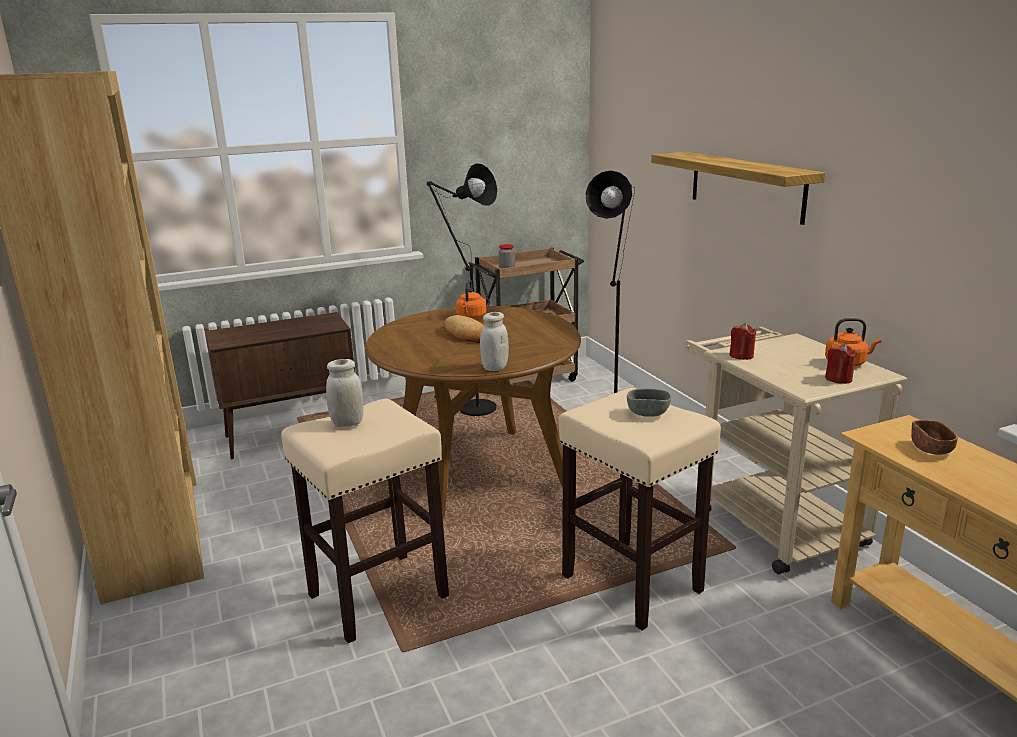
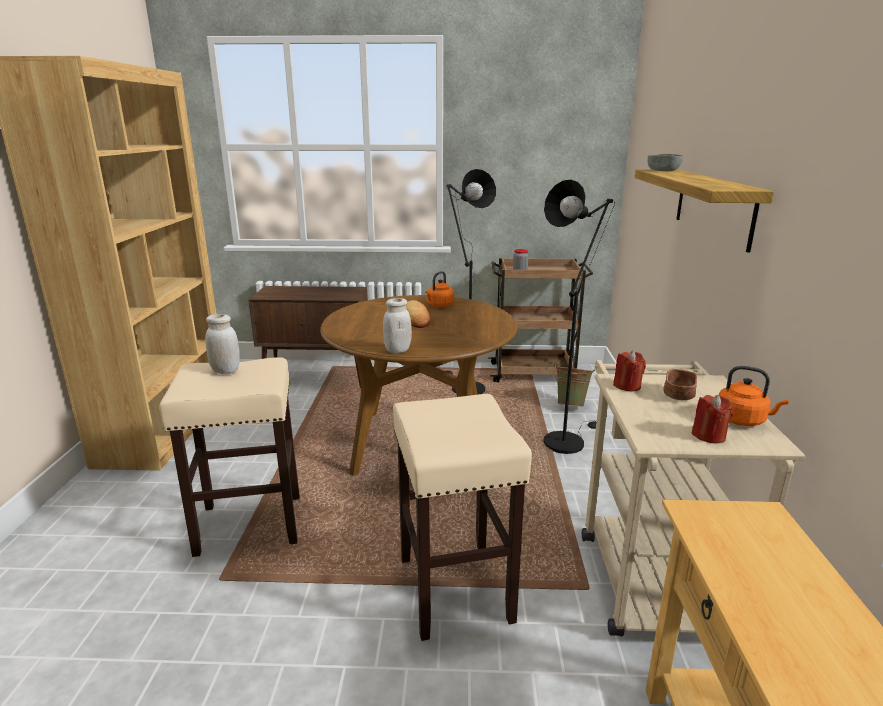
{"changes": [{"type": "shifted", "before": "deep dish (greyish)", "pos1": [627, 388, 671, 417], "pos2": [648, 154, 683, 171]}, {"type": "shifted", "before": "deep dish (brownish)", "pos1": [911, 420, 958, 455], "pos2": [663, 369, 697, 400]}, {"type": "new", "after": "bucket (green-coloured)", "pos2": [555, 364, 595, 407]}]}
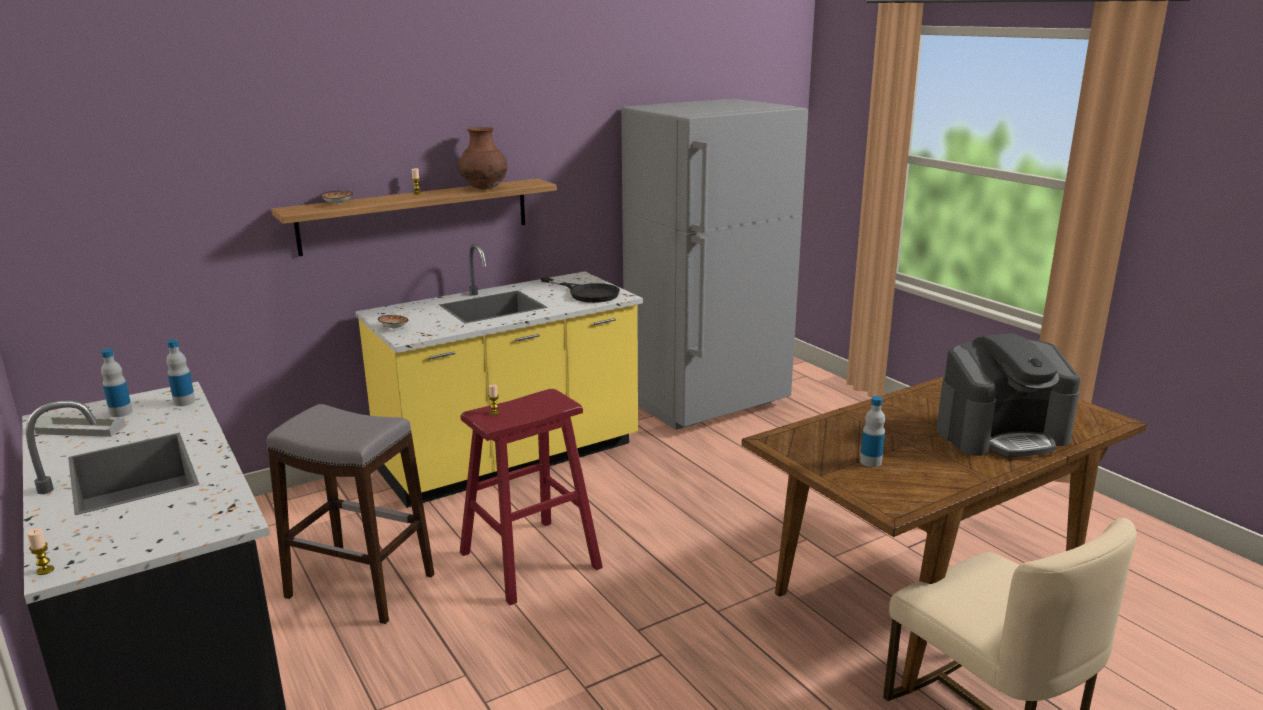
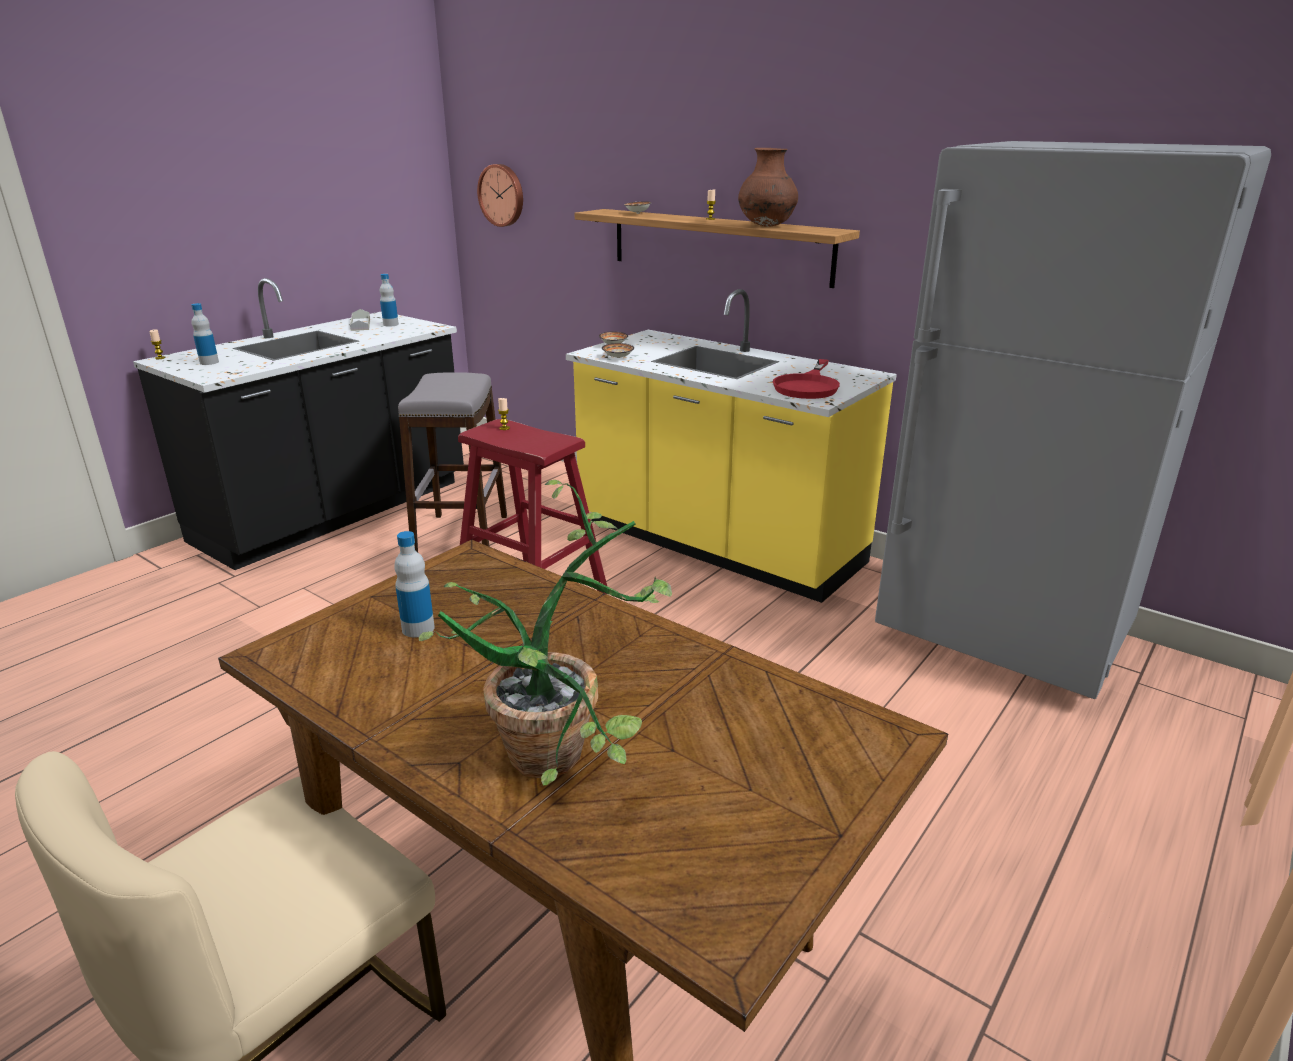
{"changes": [{"type": "repainted", "before": "skillet (black)", "after": "skillet (reddish)", "pos1": [541, 277, 620, 303], "pos2": [773, 359, 840, 399]}, {"type": "swapped", "before": "coffee maker", "after": "potted plant", "pos1": [936, 333, 1080, 458], "pos2": [419, 480, 672, 785]}, {"type": "shifted", "before": "bottle", "pos1": [166, 339, 195, 406], "pos2": [191, 303, 219, 365]}, {"type": "new", "after": "wall clock", "pos2": [477, 164, 523, 227]}, {"type": "new", "after": "deep dish", "pos2": [602, 343, 634, 358]}]}
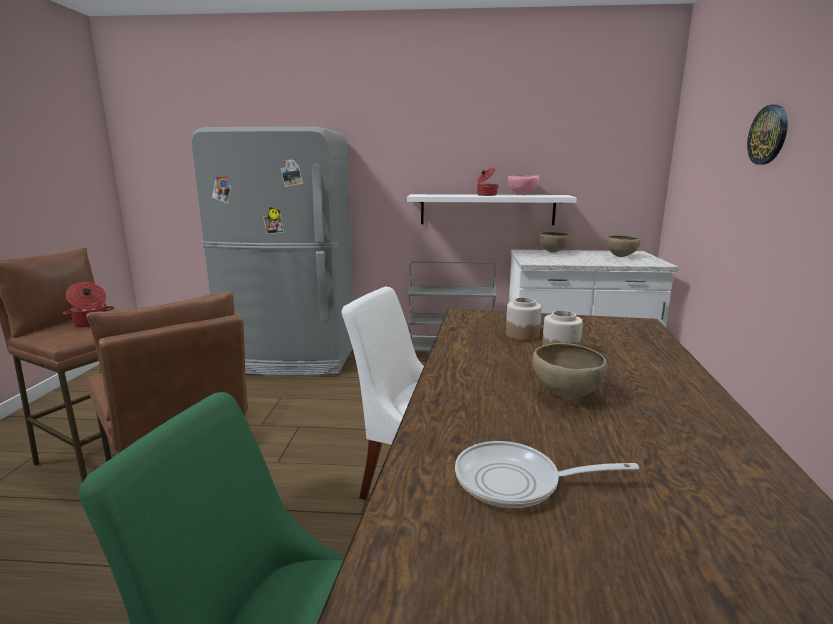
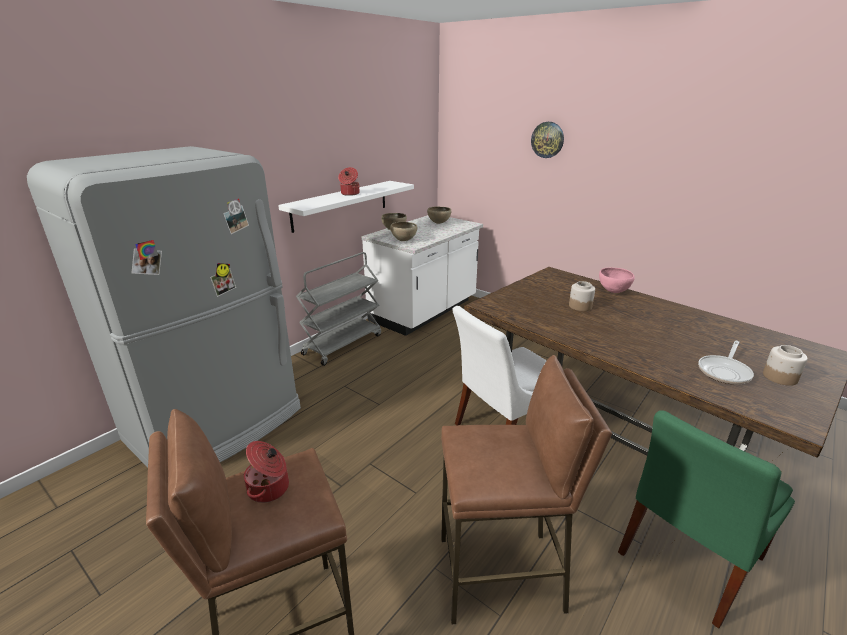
{"changes": [{"type": "shifted", "before": "deep dish (pink-coloured)", "pos1": [508, 175, 540, 195], "pos2": [599, 268, 635, 293]}, {"type": "shifted", "before": "jar", "pos1": [506, 298, 542, 341], "pos2": [763, 345, 808, 386]}, {"type": "shifted", "before": "deep dish (brownish)", "pos1": [532, 343, 608, 398], "pos2": [390, 222, 417, 241]}]}
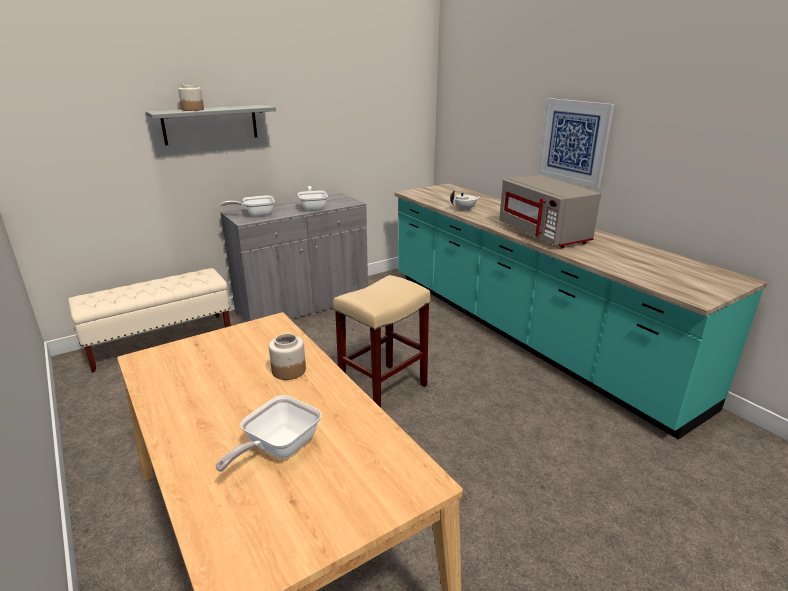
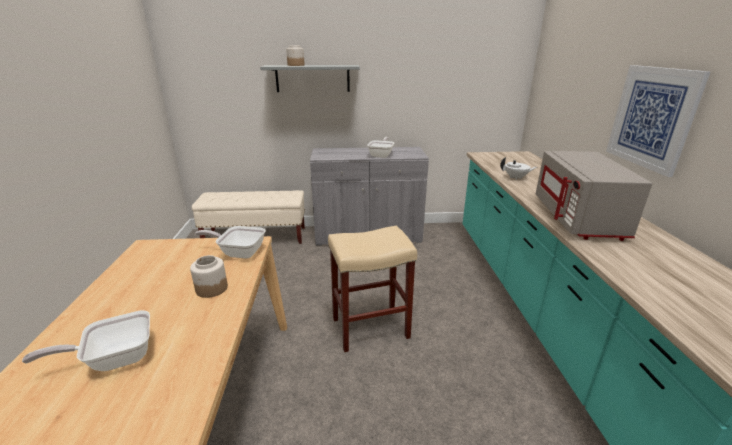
{"changes": [{"type": "shifted", "before": "skillet", "pos1": [221, 195, 275, 217], "pos2": [195, 226, 266, 259]}]}
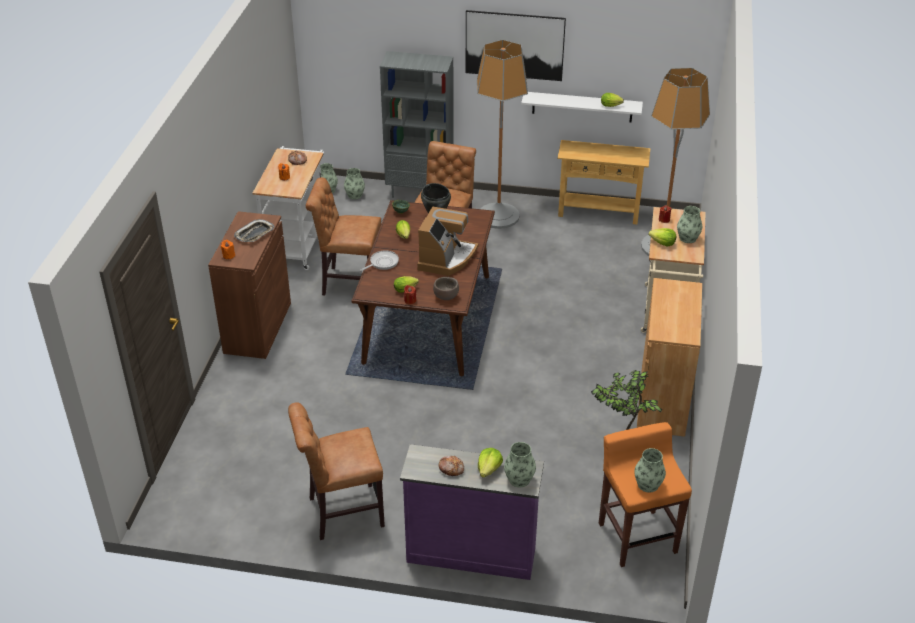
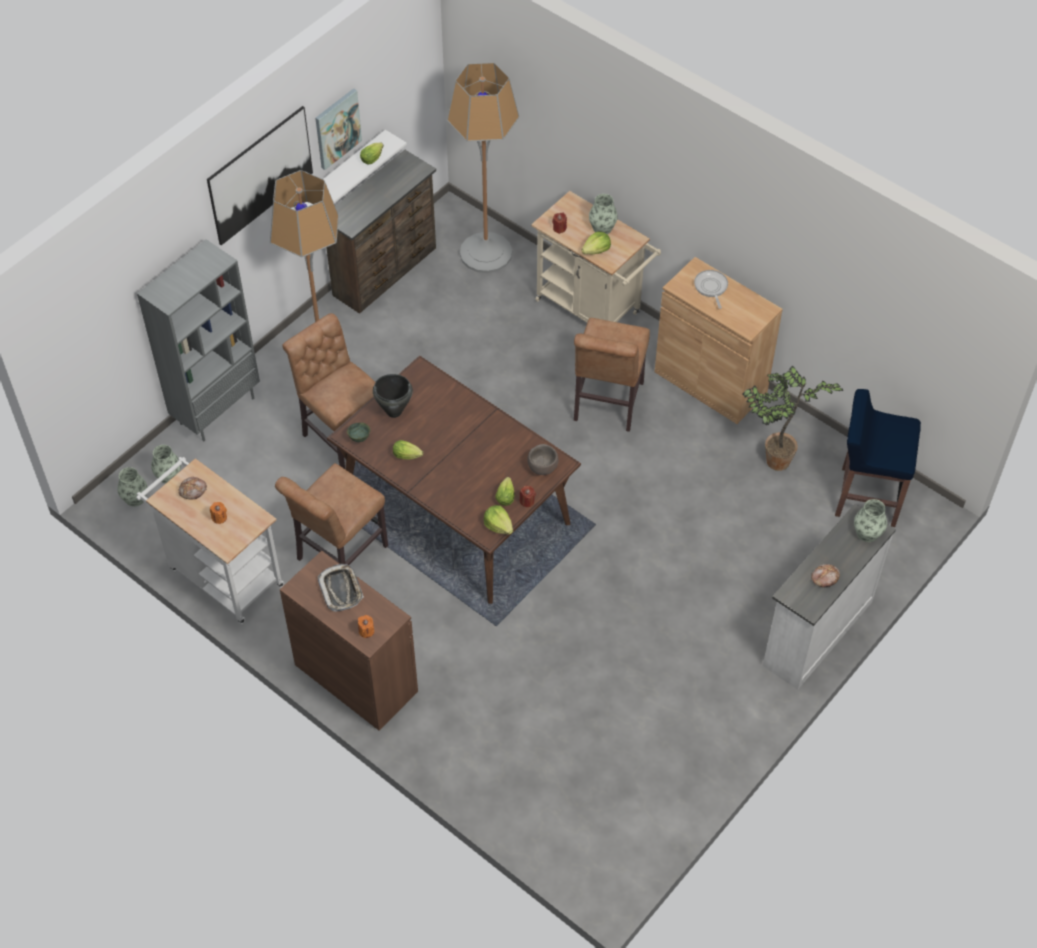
{"changes": [{"type": "swapped", "before": "narrow table (sand-coloured)", "after": "dresser (brownish)", "pos1": [557, 140, 651, 224], "pos2": [326, 150, 436, 314]}, {"type": "gone", "before": "coffee maker", "pos1": [417, 207, 479, 276]}, {"type": "shifted", "before": "skillet", "pos1": [360, 250, 399, 271], "pos2": [694, 270, 728, 309]}, {"type": "shifted", "before": "upright chair (brownish)", "pos1": [288, 402, 385, 540], "pos2": [574, 318, 650, 432]}, {"type": "repainted", "before": "stool seat (orangey)", "after": "stool seat (blue-coloured)", "pos1": [599, 422, 692, 567], "pos2": [835, 389, 921, 527]}, {"type": "repainted", "before": "dresser (purple)", "after": "dresser (whitish)", "pos1": [400, 444, 544, 580], "pos2": [763, 504, 896, 690]}, {"type": "shifted", "before": "lettuce", "pos1": [478, 448, 503, 478], "pos2": [484, 505, 513, 535]}, {"type": "gone", "before": "decorative vase", "pos1": [634, 448, 666, 493]}, {"type": "new", "after": "wall art", "pos2": [315, 88, 362, 170]}]}
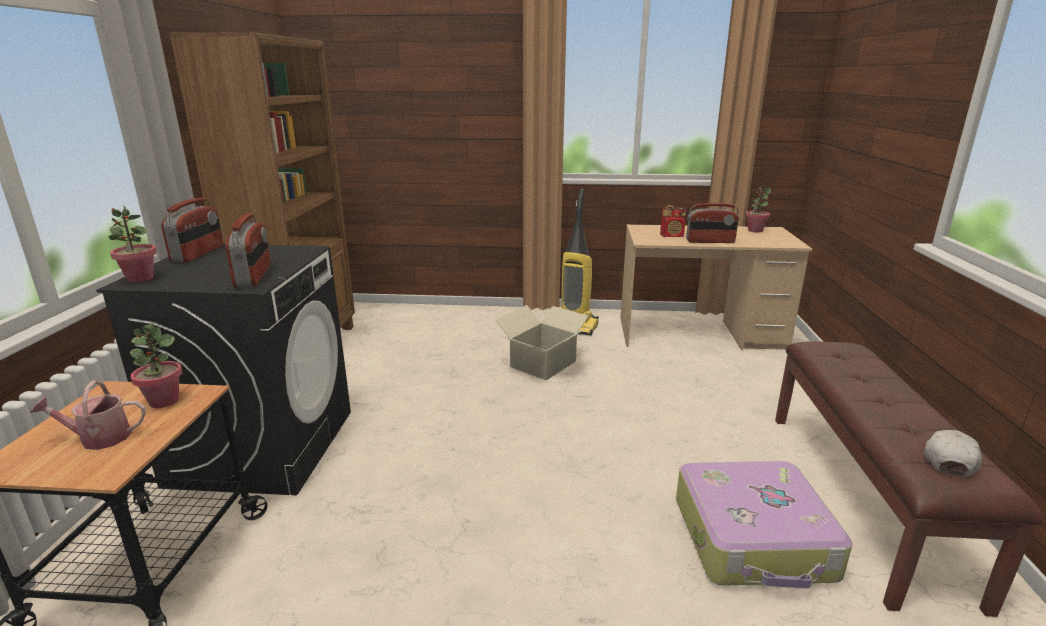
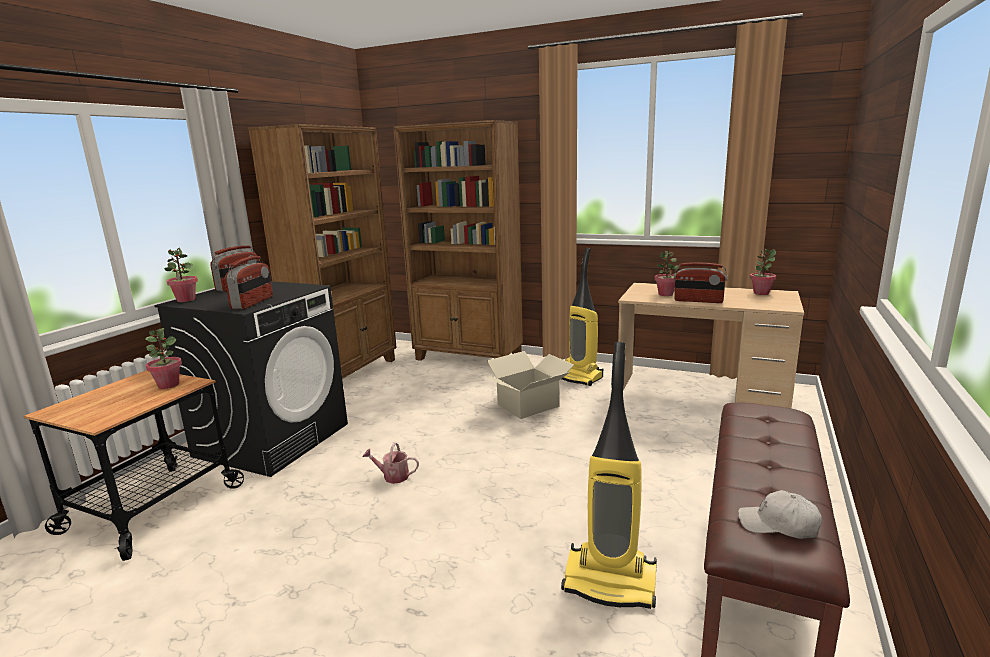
{"changes": [{"type": "swapped", "before": "radio receiver", "after": "potted plant", "pos1": [660, 206, 687, 237], "pos2": [655, 251, 679, 296]}, {"type": "shifted", "before": "watering can", "pos1": [30, 380, 146, 450], "pos2": [362, 443, 419, 484]}, {"type": "rotated", "before": "cap (whitish)", "pos1": [924, 430, 982, 477], "pos2": [738, 490, 822, 539], "turn": -120}, {"type": "swapped", "before": "piece of luggage", "after": "vacuum", "pos1": [676, 461, 853, 588], "pos2": [561, 342, 657, 609]}, {"type": "new", "after": "shelving unit (brownish)", "pos2": [393, 120, 523, 361]}]}
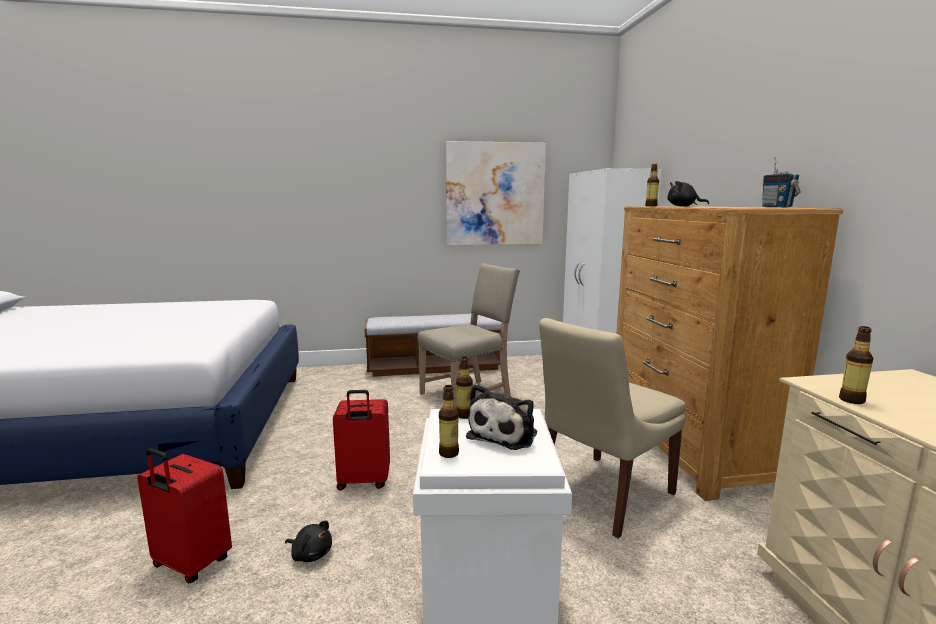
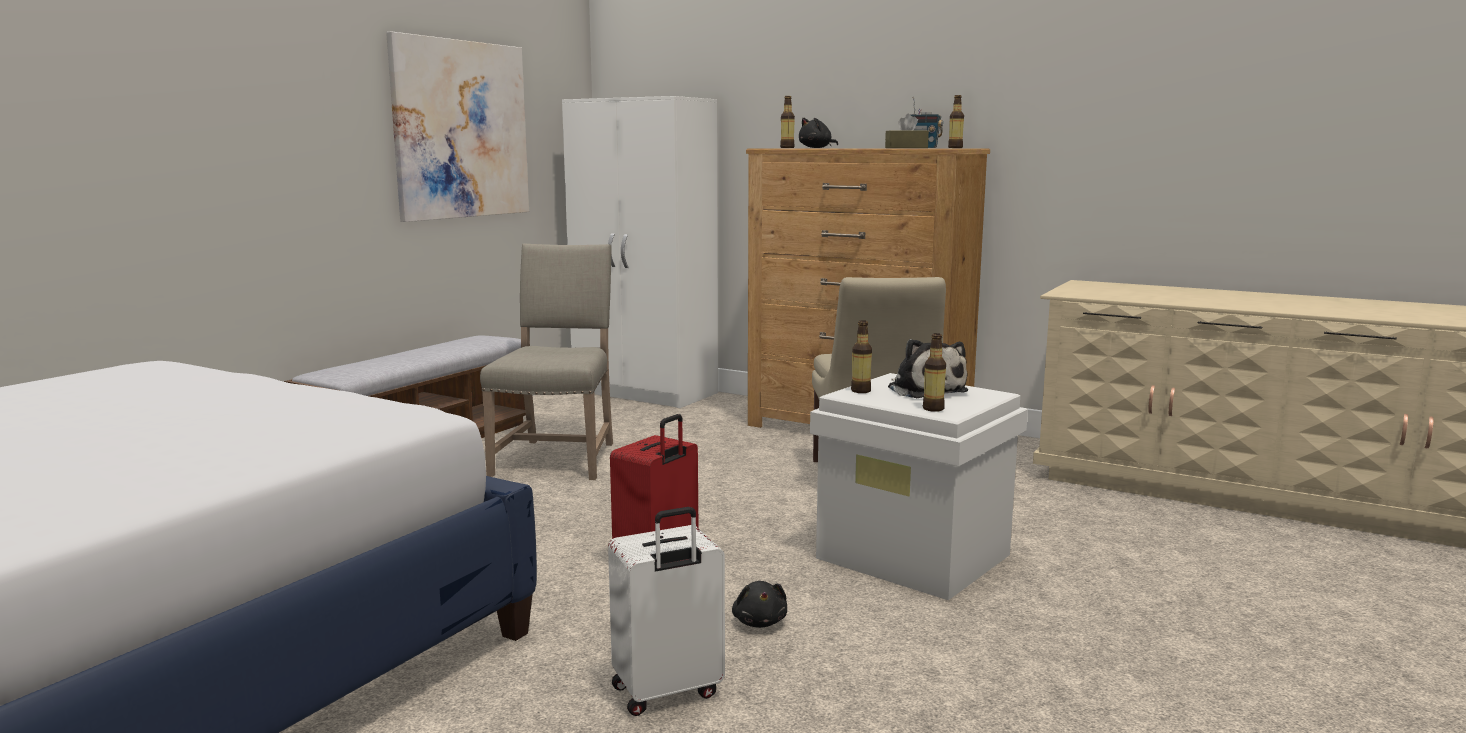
{"changes": [{"type": "shifted", "before": "bottle", "pos1": [839, 326, 873, 404], "pos2": [948, 95, 964, 148]}, {"type": "repainted", "before": "piece of luggage (reddish)", "after": "piece of luggage (whitish)", "pos1": [137, 448, 232, 584], "pos2": [608, 507, 725, 716]}, {"type": "rotated", "before": "cuddly toy (black)", "pos1": [285, 520, 332, 562], "pos2": [732, 581, 787, 628], "turn": 105}, {"type": "new", "after": "tissue box (brownish)", "pos2": [885, 114, 929, 148]}]}
